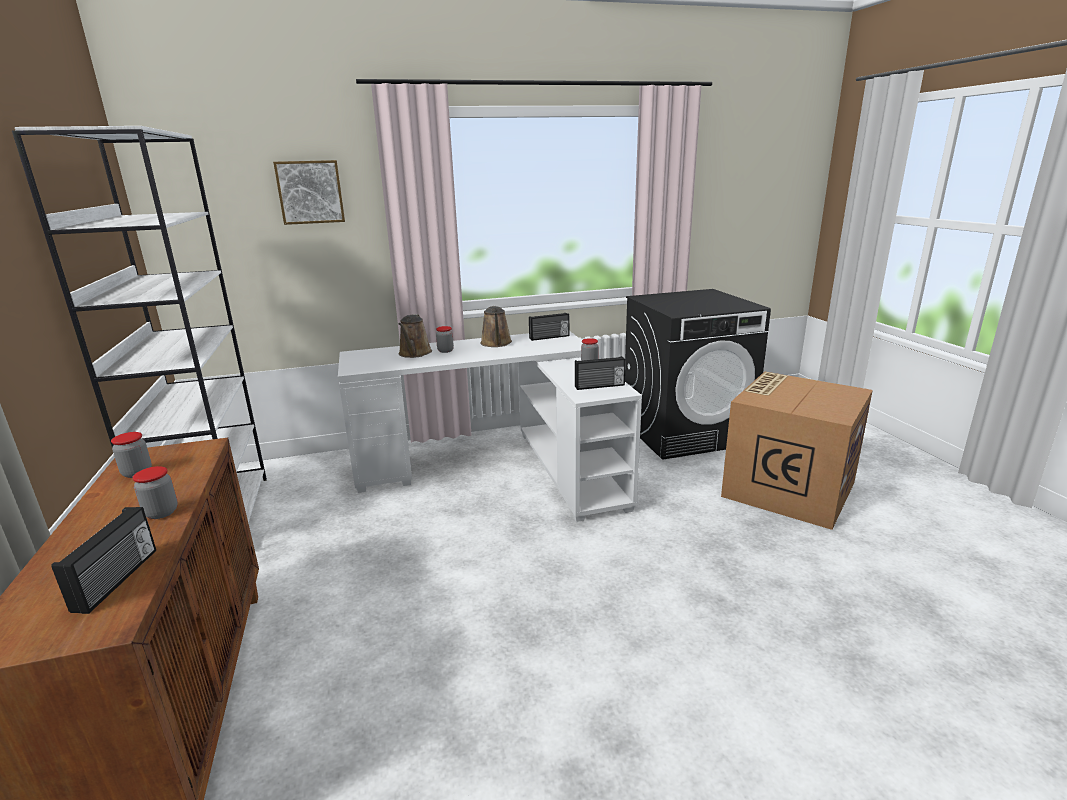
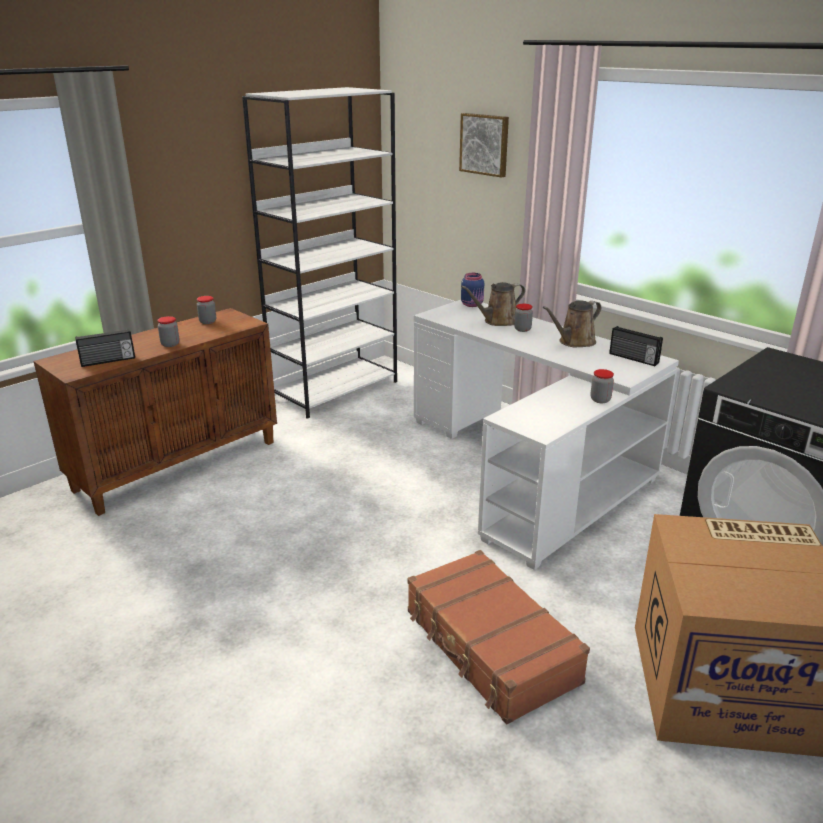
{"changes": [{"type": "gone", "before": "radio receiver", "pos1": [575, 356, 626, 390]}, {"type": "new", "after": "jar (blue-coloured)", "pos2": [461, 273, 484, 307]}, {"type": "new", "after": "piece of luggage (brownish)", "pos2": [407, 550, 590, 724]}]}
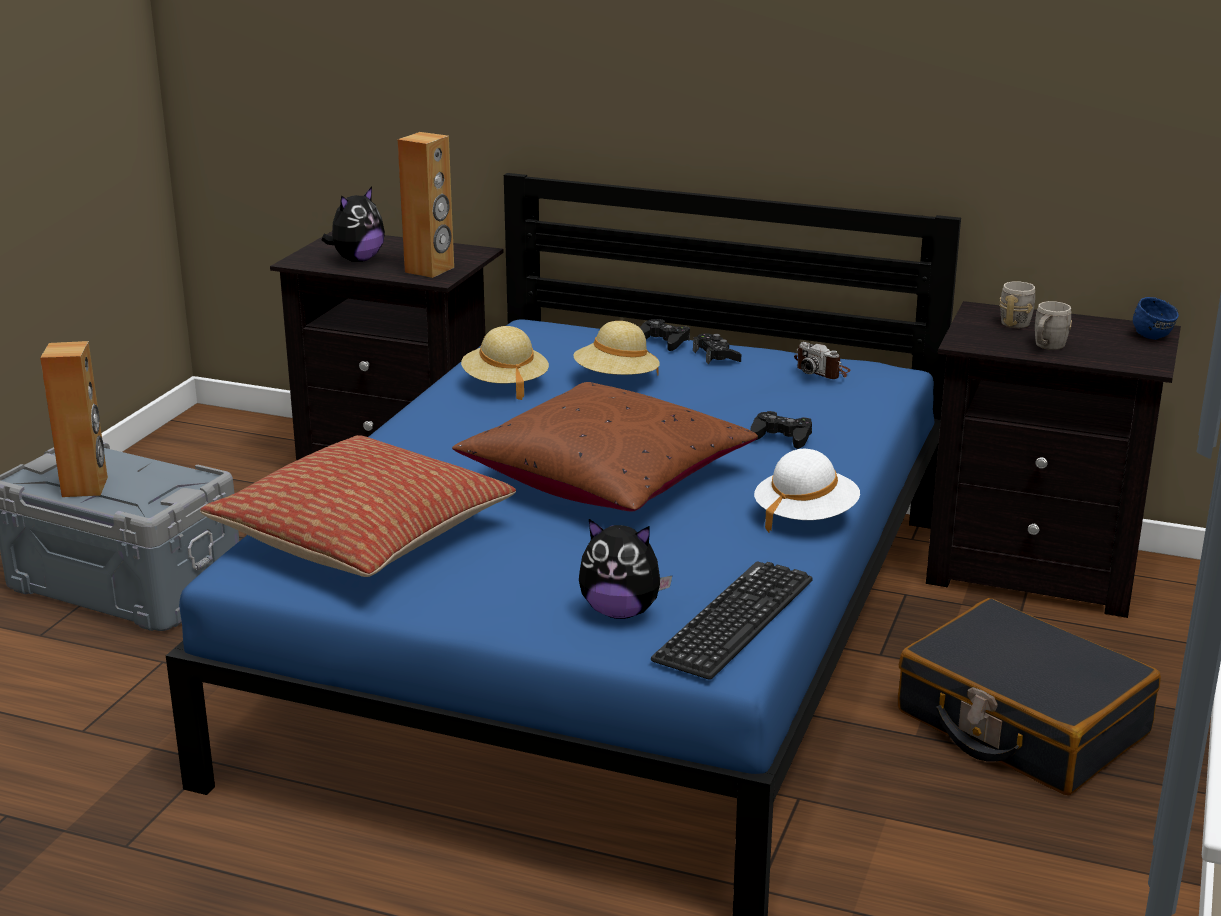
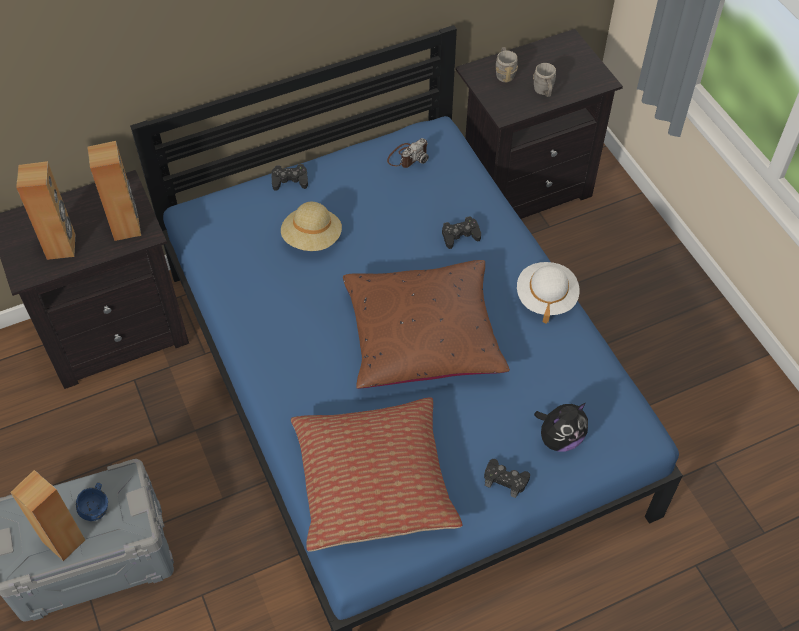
{"changes": [{"type": "swapped", "before": "cuddly toy", "after": "speaker (brownish)", "pos1": [322, 187, 385, 262], "pos2": [16, 161, 75, 260]}, {"type": "shifted", "before": "mug (blue-coloured)", "pos1": [1133, 297, 1179, 340], "pos2": [76, 483, 108, 521]}, {"type": "gone", "before": "clothing hat (sand-coloured)", "pos1": [461, 326, 549, 400]}, {"type": "shifted", "before": "game controller (black)", "pos1": [693, 333, 741, 364], "pos2": [484, 459, 530, 498]}, {"type": "rotated", "before": "still camera", "pos1": [794, 342, 851, 379], "pos2": [387, 138, 429, 168], "turn": -45}, {"type": "gone", "before": "computer keyboard", "pos1": [651, 561, 813, 680]}, {"type": "gone", "before": "piece of luggage (black)", "pos1": [898, 598, 1161, 795]}]}
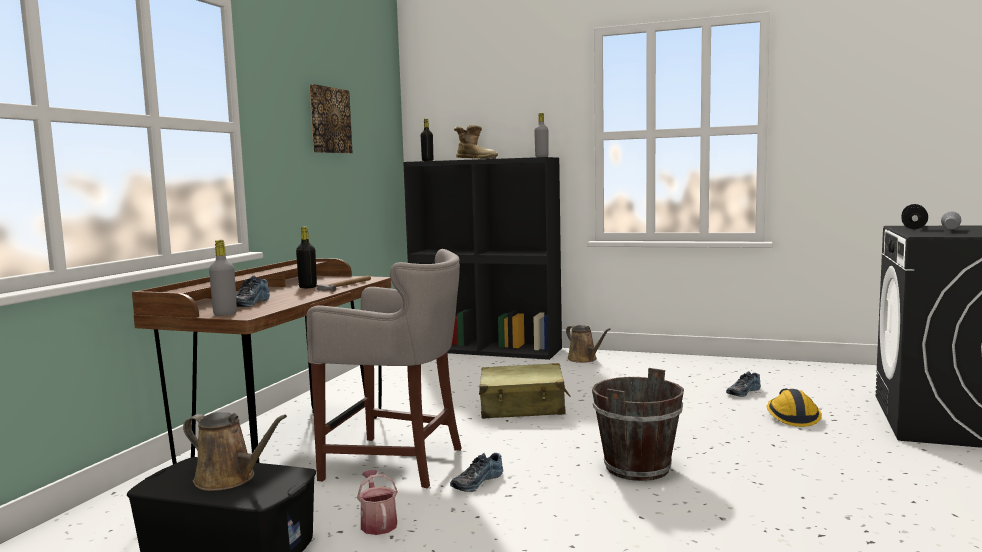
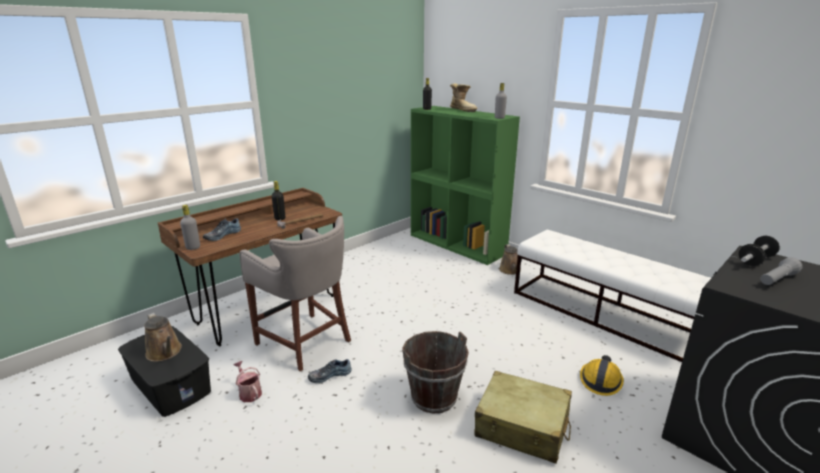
{"changes": [{"type": "gone", "before": "wall art", "pos1": [309, 84, 353, 153]}, {"type": "repainted", "before": "shelving unit (black)", "after": "shelving unit (green-coloured)", "pos1": [403, 157, 562, 360], "pos2": [411, 106, 520, 265]}, {"type": "shifted", "before": "piece of luggage (sand-coloured)", "pos1": [479, 363, 570, 419], "pos2": [474, 371, 572, 464]}, {"type": "gone", "before": "low shoe", "pos1": [726, 371, 761, 397]}, {"type": "rotated", "before": "watering can", "pos1": [357, 470, 398, 535], "pos2": [233, 361, 262, 402], "turn": -45}, {"type": "new", "after": "long seat (whitish)", "pos2": [514, 230, 711, 362]}]}
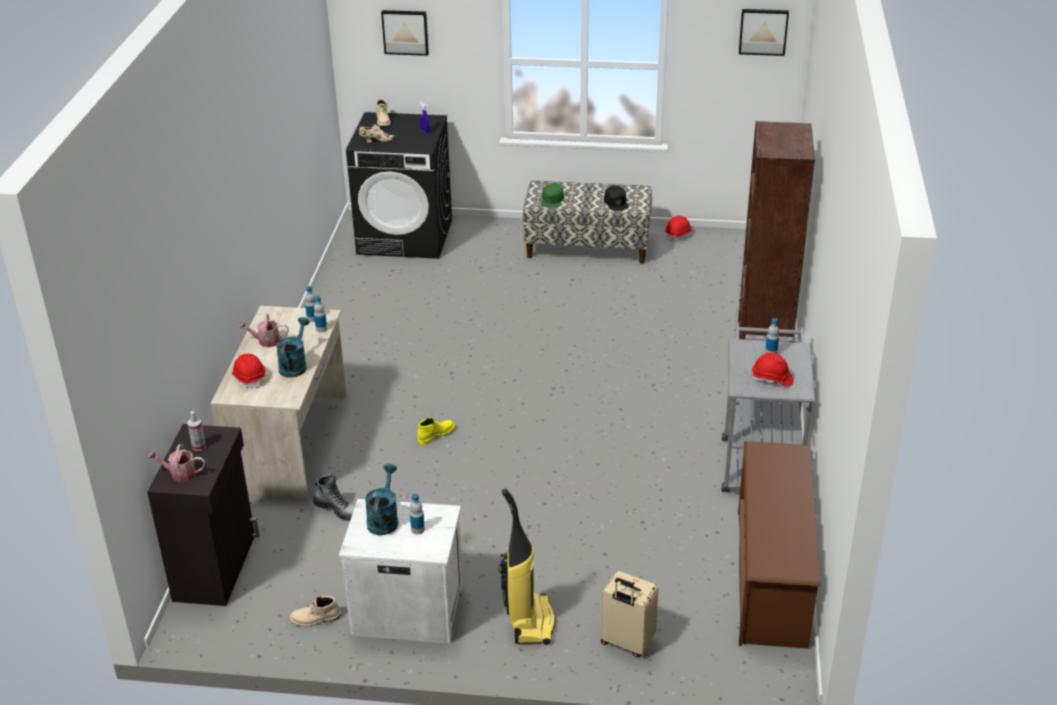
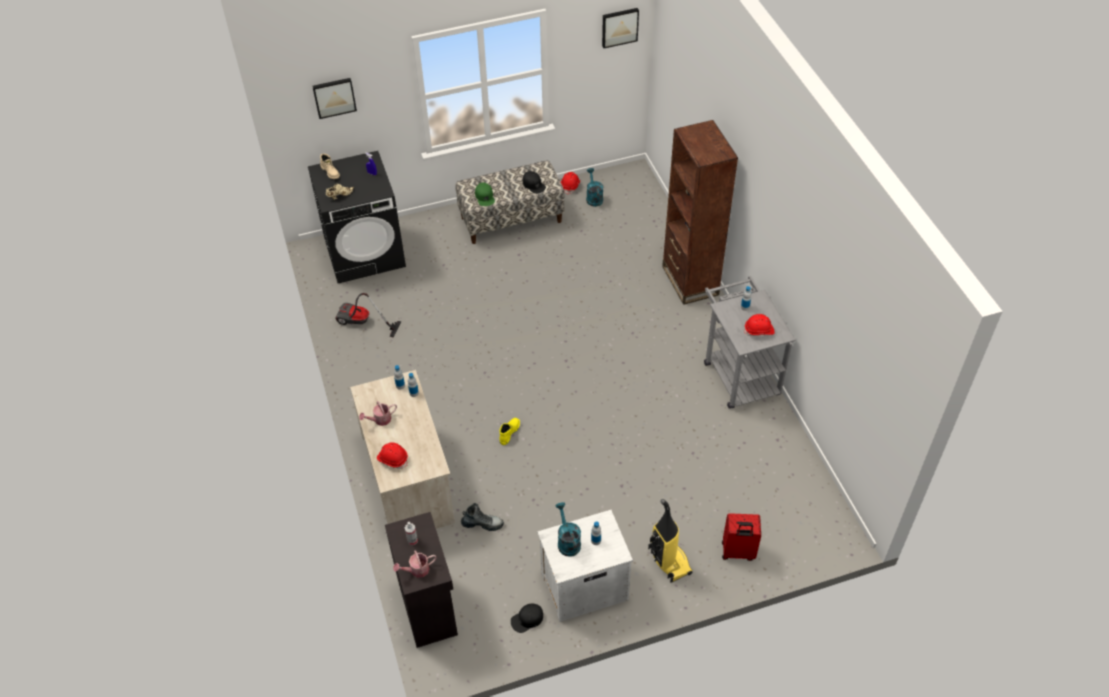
{"changes": [{"type": "shifted", "before": "watering can (turquoise-coloured)", "pos1": [276, 317, 310, 378], "pos2": [586, 168, 603, 207]}, {"type": "gone", "before": "shoe shelf (brownish)", "pos1": [738, 441, 821, 649]}, {"type": "repainted", "before": "piece of luggage (sand-coloured)", "after": "piece of luggage (reddish)", "pos1": [601, 571, 658, 657], "pos2": [722, 513, 761, 561]}, {"type": "swapped", "before": "high-top boot (sand-coloured)", "after": "cap (black)", "pos1": [290, 596, 341, 627], "pos2": [511, 604, 543, 633]}, {"type": "new", "after": "vacuum", "pos2": [335, 293, 401, 338]}]}
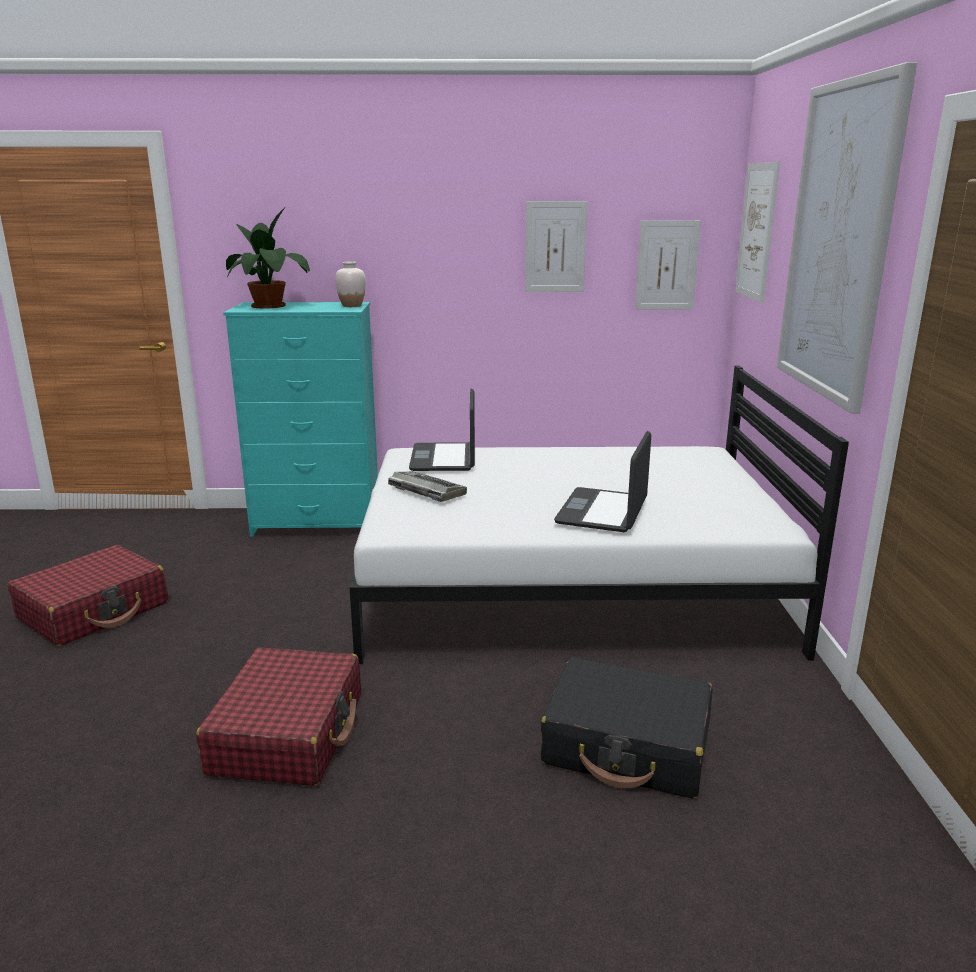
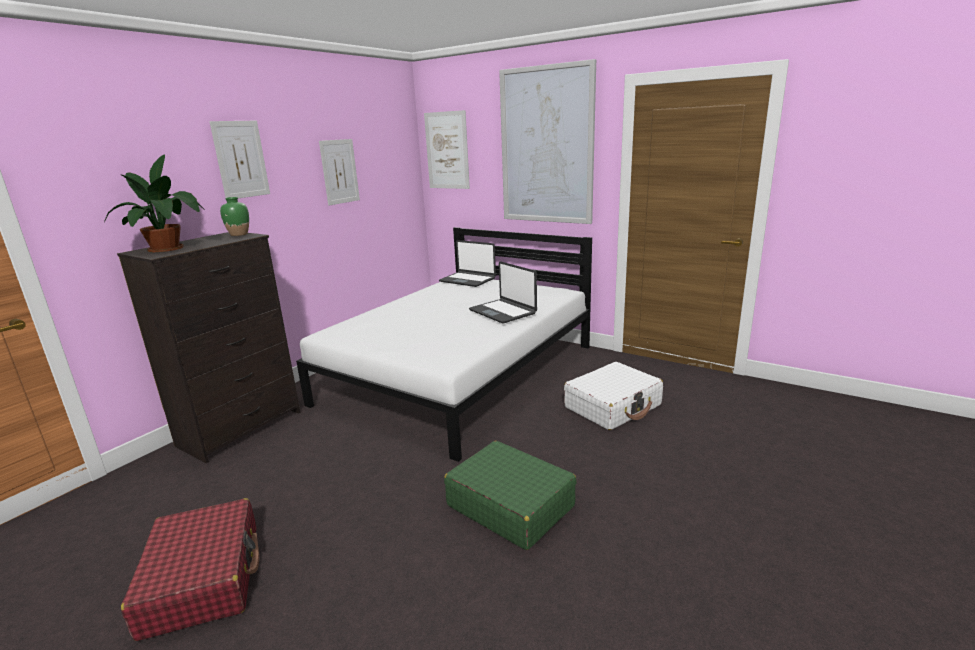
{"changes": [{"type": "shifted", "before": "wall art", "pos1": [635, 220, 701, 310], "pos2": [209, 121, 270, 198]}, {"type": "repainted", "before": "decorative vase (whitish)", "after": "decorative vase (green-coloured)", "pos1": [335, 261, 366, 307], "pos2": [220, 197, 249, 236]}, {"type": "repainted", "before": "dresser (turquoise-coloured)", "after": "dresser (black)", "pos1": [223, 302, 378, 537], "pos2": [117, 232, 301, 463]}, {"type": "shifted", "before": "laptop", "pos1": [409, 388, 475, 471], "pos2": [439, 240, 496, 287]}, {"type": "gone", "before": "computer keyboard", "pos1": [388, 471, 467, 502]}, {"type": "repainted", "before": "piece of luggage (reddish)", "after": "piece of luggage (green-coloured)", "pos1": [196, 648, 361, 786], "pos2": [444, 441, 577, 550]}, {"type": "repainted", "before": "piece of luggage (black)", "after": "piece of luggage (whitish)", "pos1": [540, 657, 713, 799], "pos2": [564, 362, 663, 430]}]}
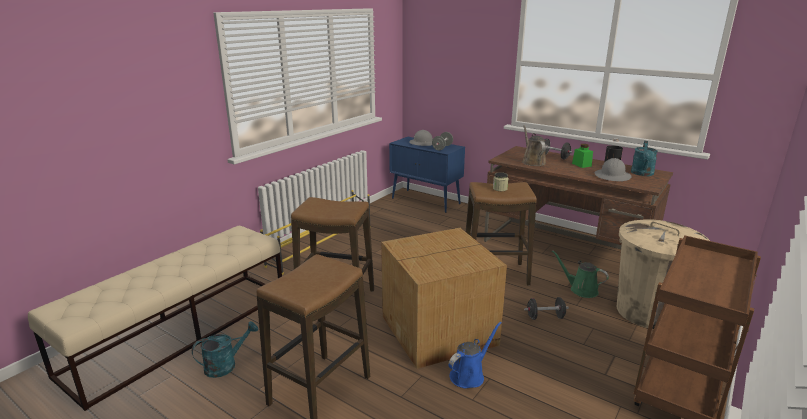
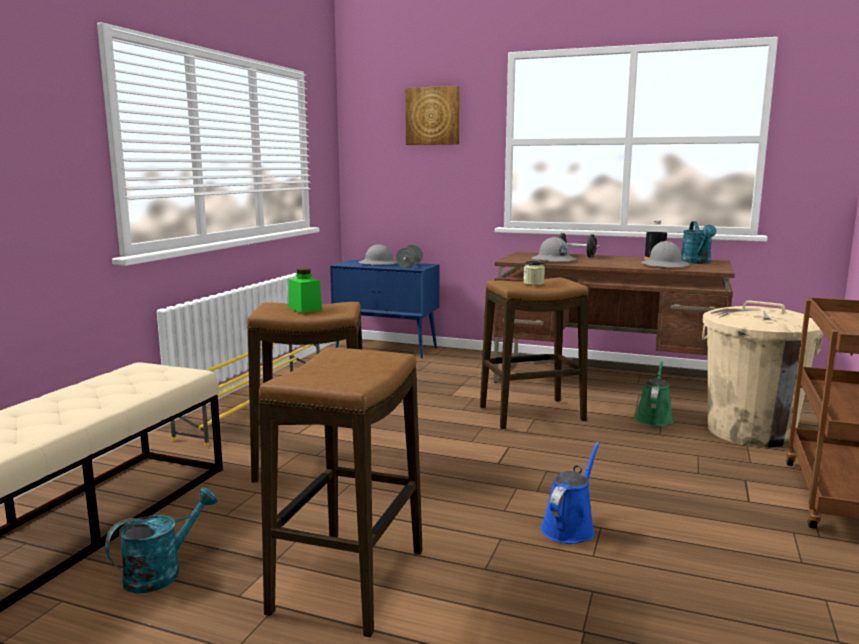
{"changes": [{"type": "swapped", "before": "watering can (brownish)", "after": "hard hat (greyish)", "pos1": [522, 125, 546, 166], "pos2": [532, 237, 577, 262]}, {"type": "shifted", "before": "jar (green-coloured)", "pos1": [572, 144, 593, 168], "pos2": [288, 268, 322, 313]}, {"type": "gone", "before": "cardboard box", "pos1": [381, 228, 507, 369]}, {"type": "rotated", "before": "watering can (green-coloured)", "pos1": [552, 250, 609, 298], "pos2": [634, 361, 673, 427], "turn": 90}, {"type": "gone", "before": "free weight (black)", "pos1": [524, 297, 569, 320]}, {"type": "new", "after": "wall art", "pos2": [405, 86, 460, 145]}]}
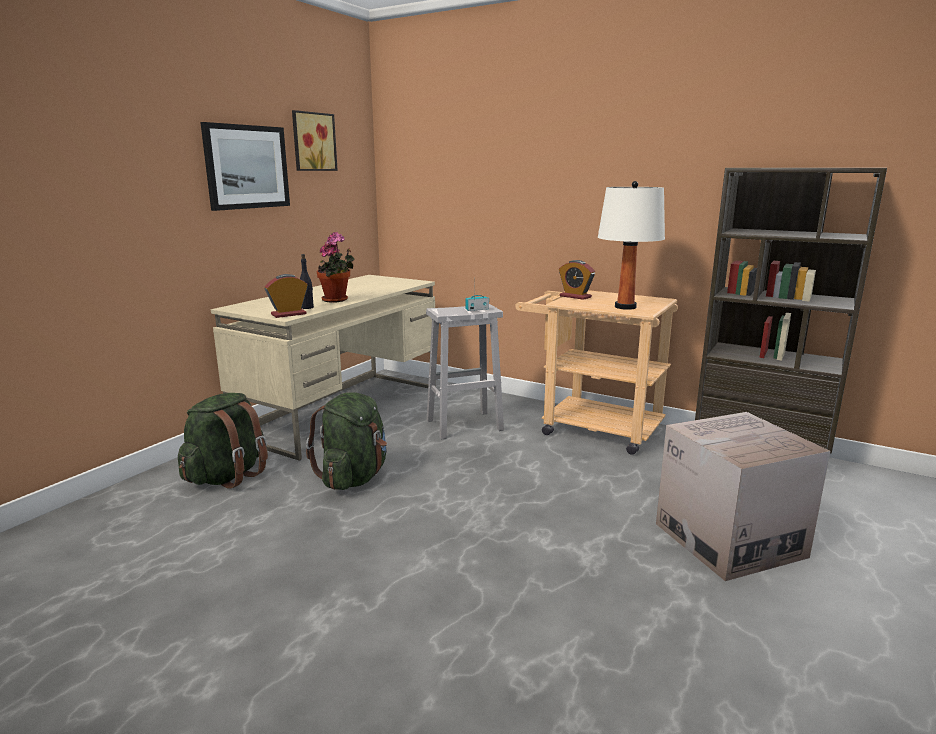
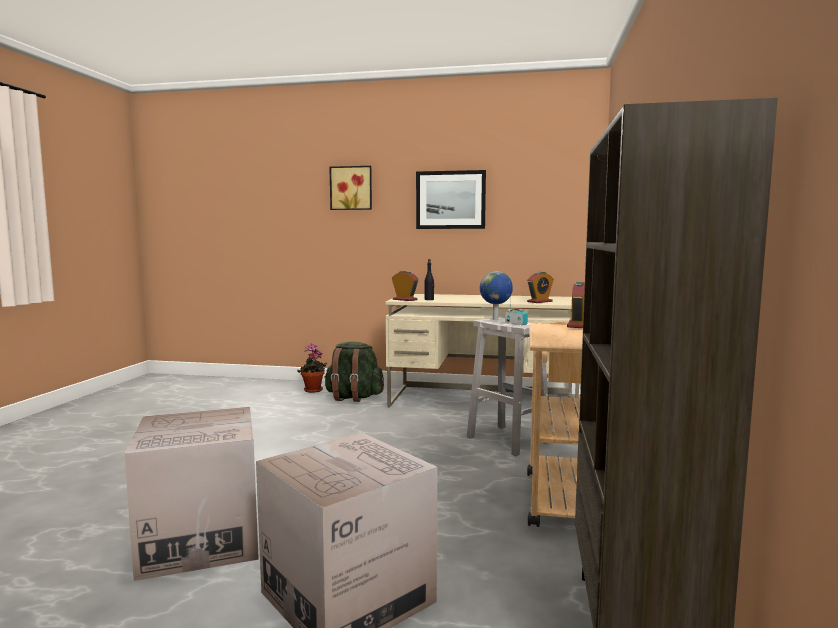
{"changes": [{"type": "shifted", "before": "wall art", "pos1": [292, 110, 338, 171], "pos2": [329, 166, 372, 210]}, {"type": "gone", "before": "lamp for a table (whitish)", "pos1": [598, 181, 665, 310]}, {"type": "shifted", "before": "potted plant", "pos1": [317, 232, 355, 303], "pos2": [297, 344, 327, 393]}, {"type": "gone", "before": "knapsack (green-coloured)", "pos1": [306, 392, 387, 490]}, {"type": "new", "after": "globe", "pos2": [480, 271, 513, 320]}, {"type": "new", "after": "bedside clock", "pos2": [527, 272, 554, 303]}, {"type": "new", "after": "cardboard box", "pos2": [124, 407, 259, 581]}]}
